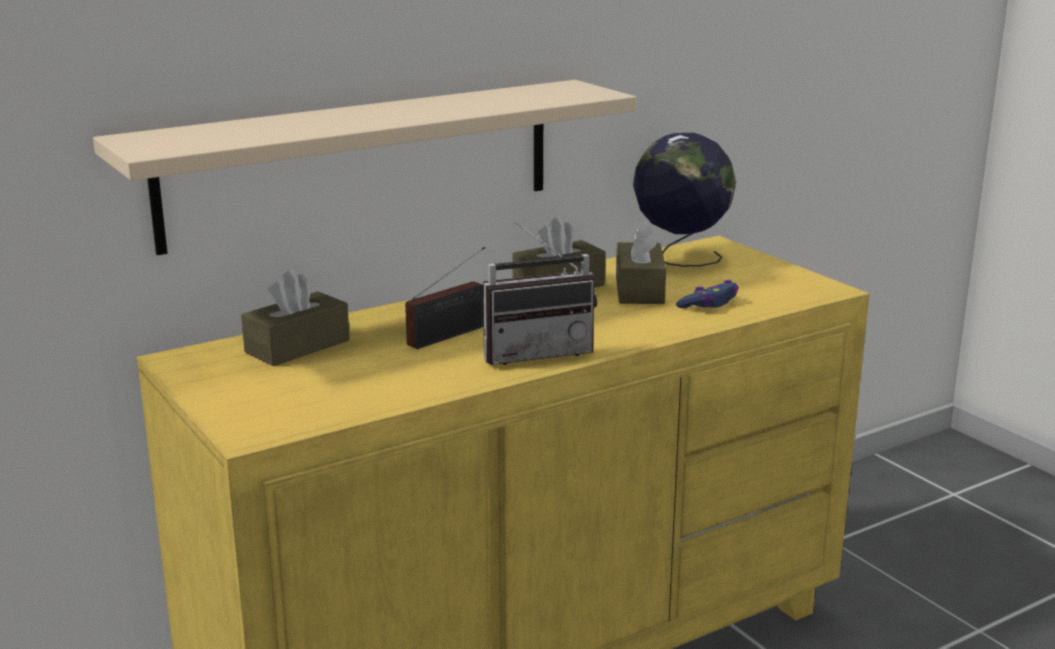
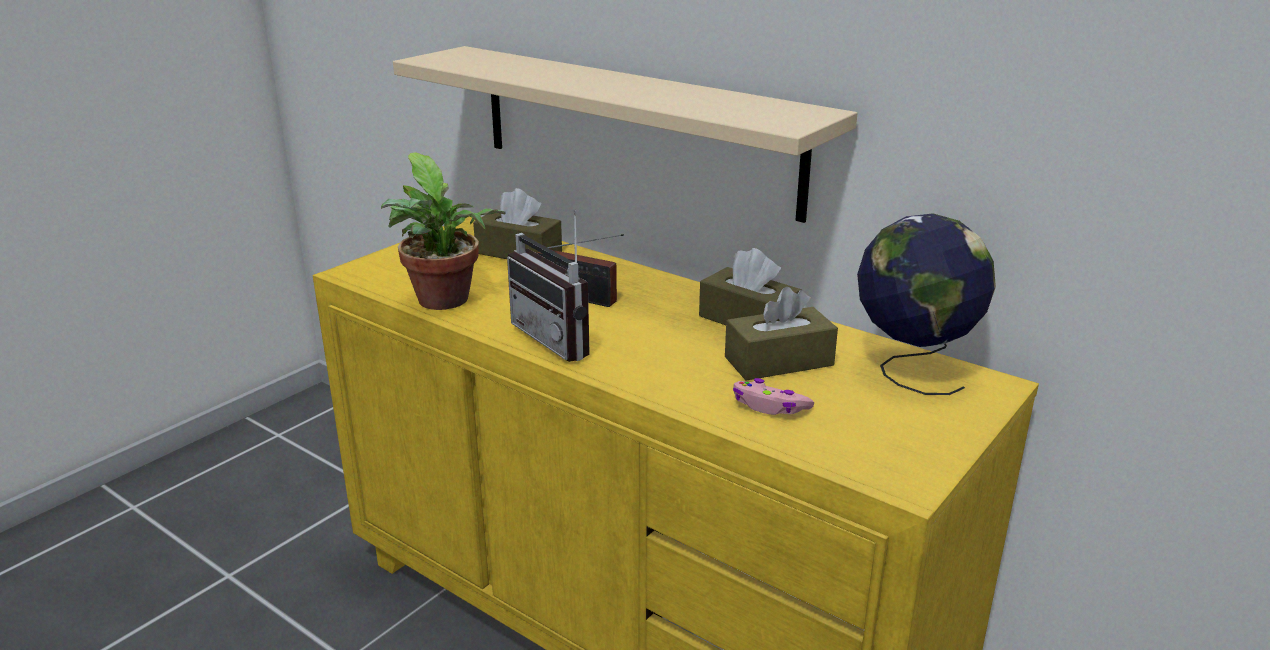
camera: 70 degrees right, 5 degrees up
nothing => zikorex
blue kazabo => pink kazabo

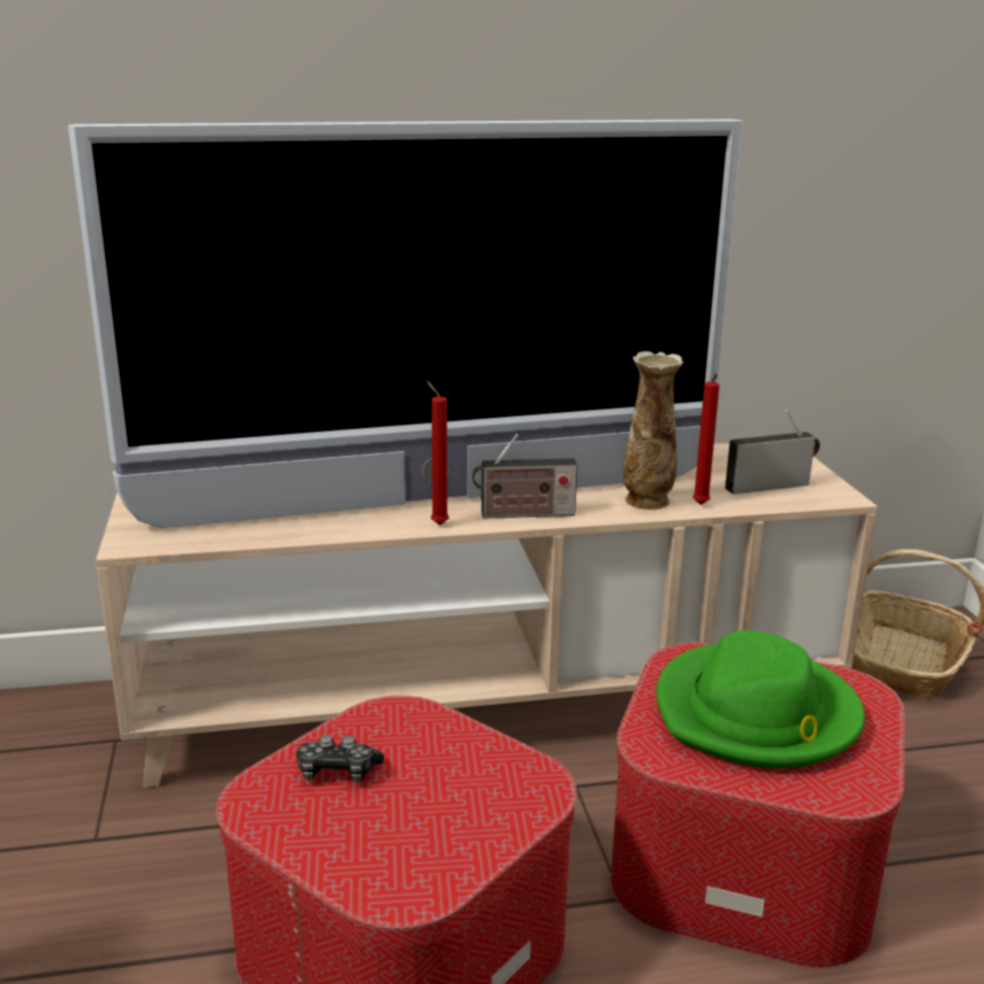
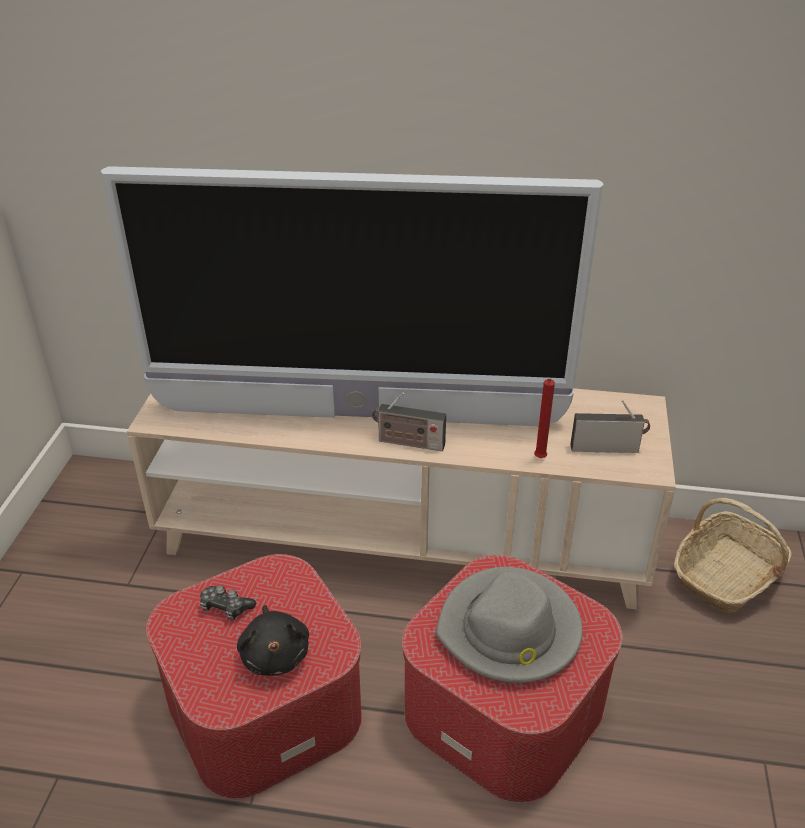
camera: 20 degrees right, 15 degrees up
nothing => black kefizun
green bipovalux => grey bipovalux
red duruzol (1st from left) => nothing
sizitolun => nothing

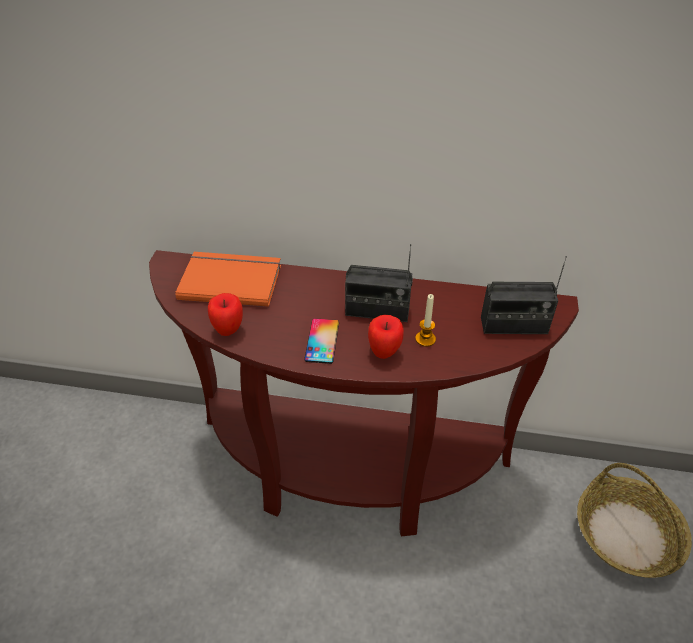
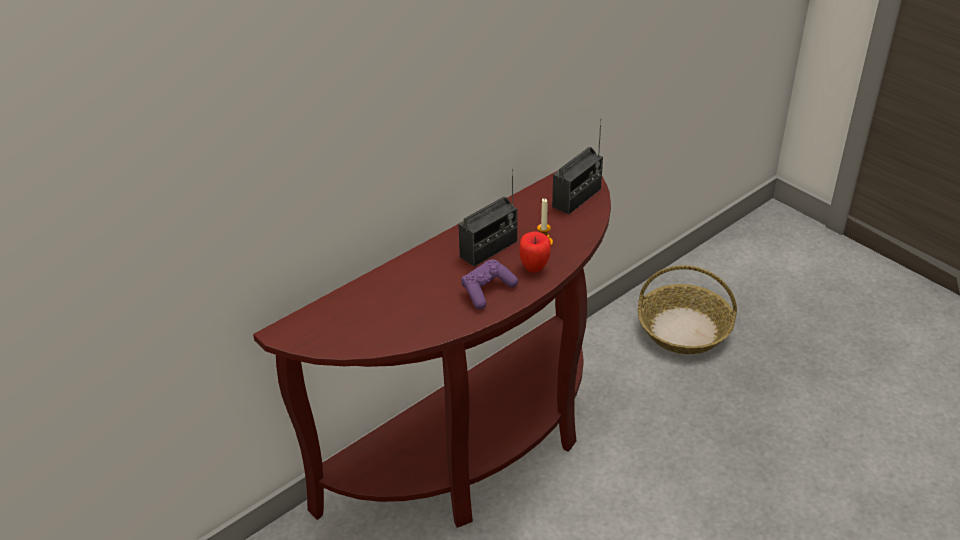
camera: 50 degrees left, 5 degrees down
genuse => purple kazabo
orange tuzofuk => nothing
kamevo (1st from left) => nothing

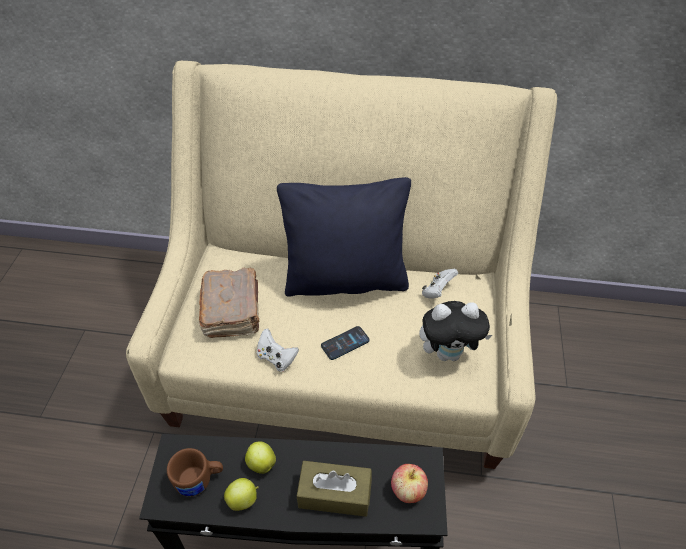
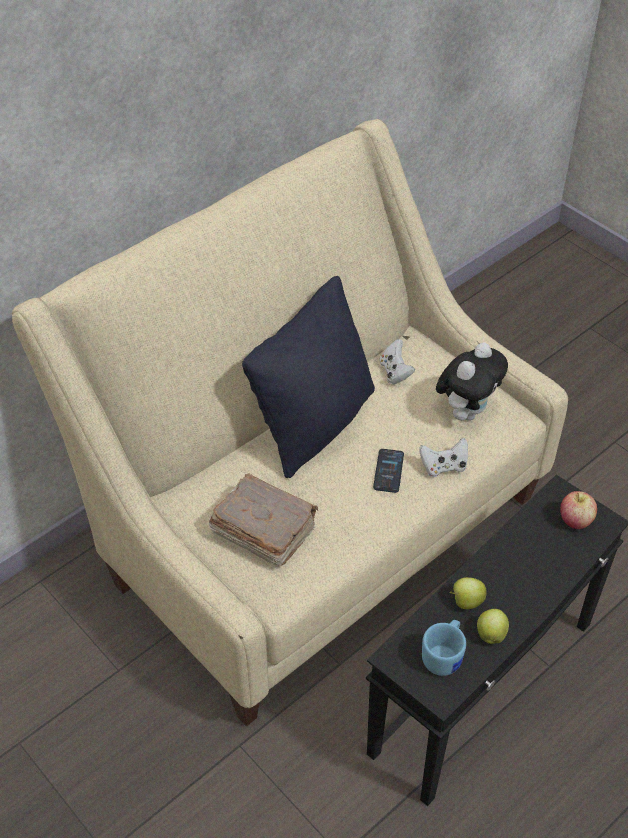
camera: 50 degrees left, 0 degrees up
white kazabo (1st from left in the first image) => white kazabo (2nd from left), moved
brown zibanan => blue zibanan
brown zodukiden => nothing

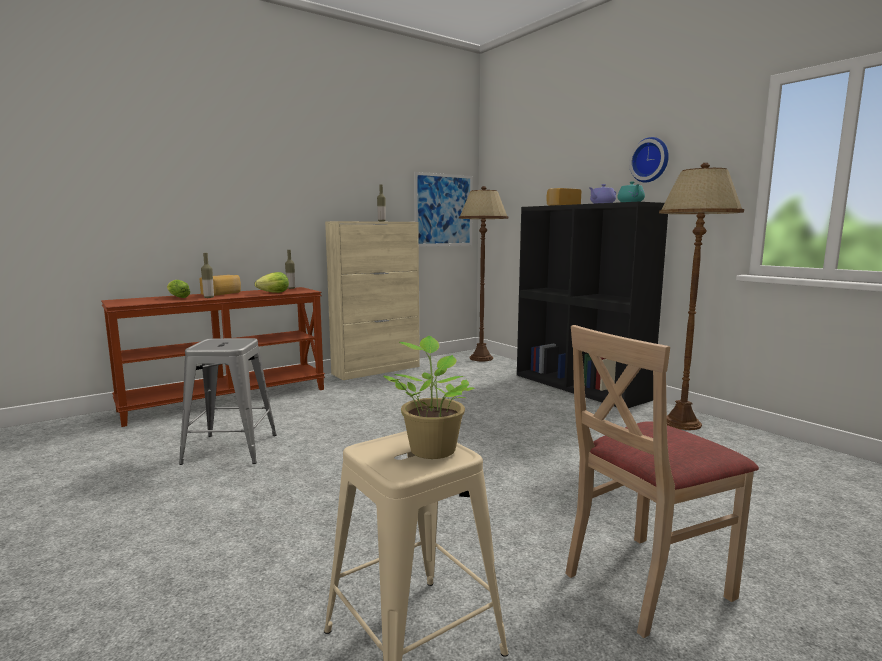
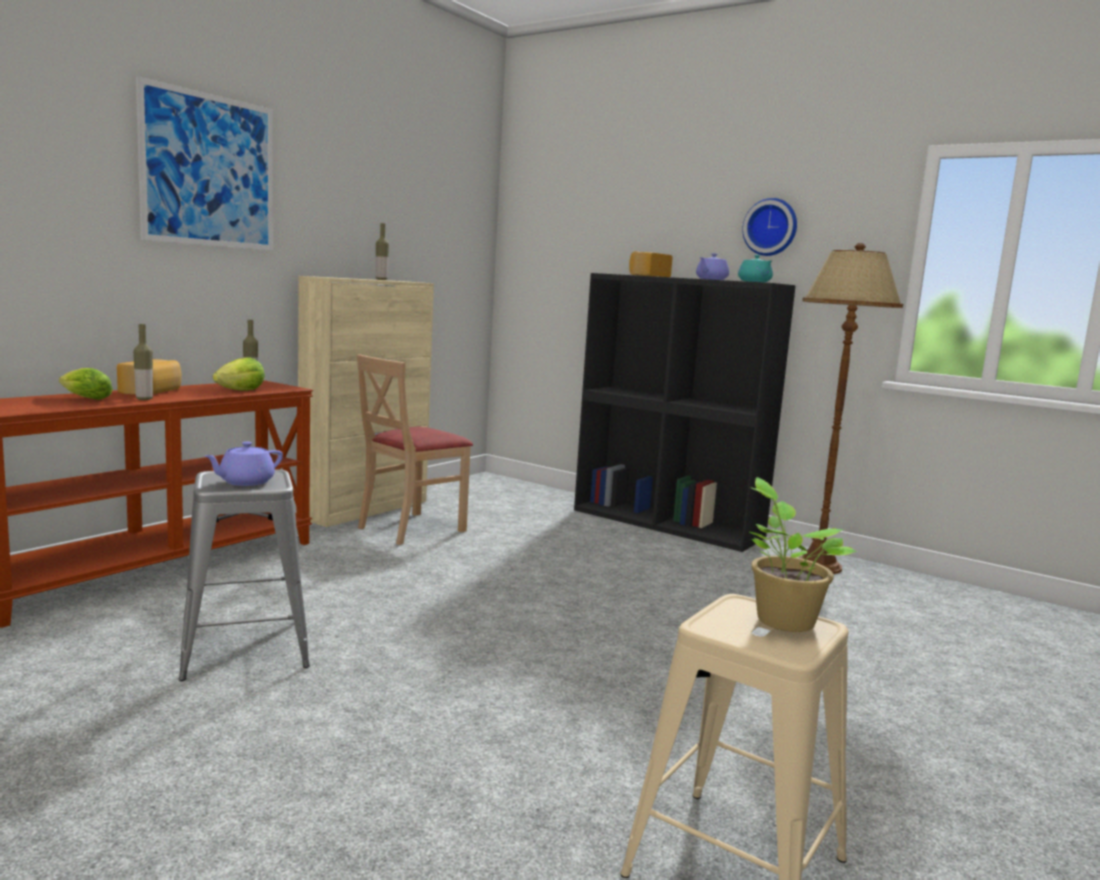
camera: 20 degrees left, 0 degrees up
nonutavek, moved
nothing => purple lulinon (1st from left)
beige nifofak, moved
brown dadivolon (1st from left) => nothing

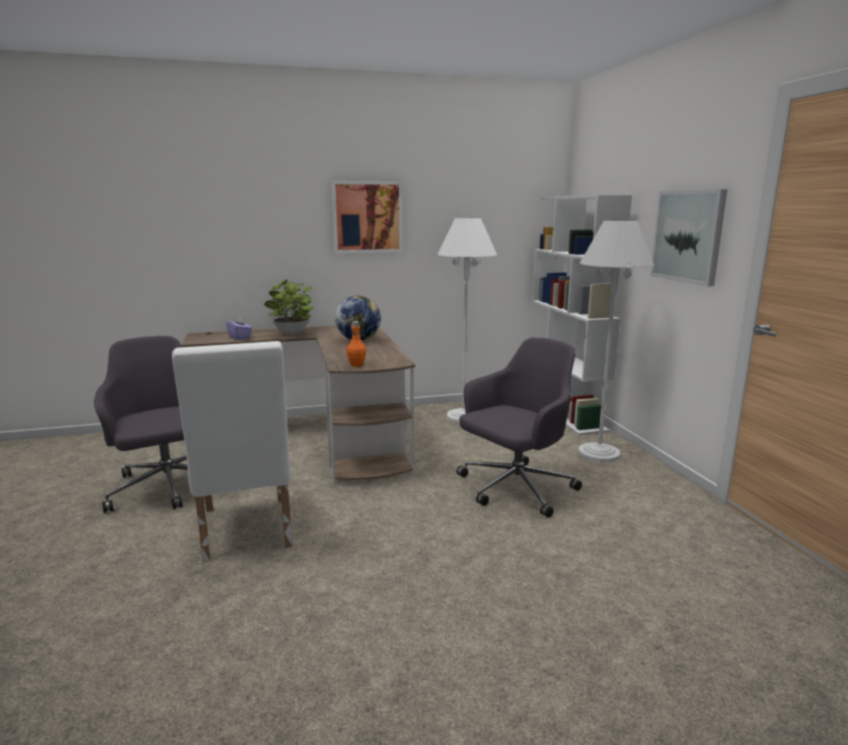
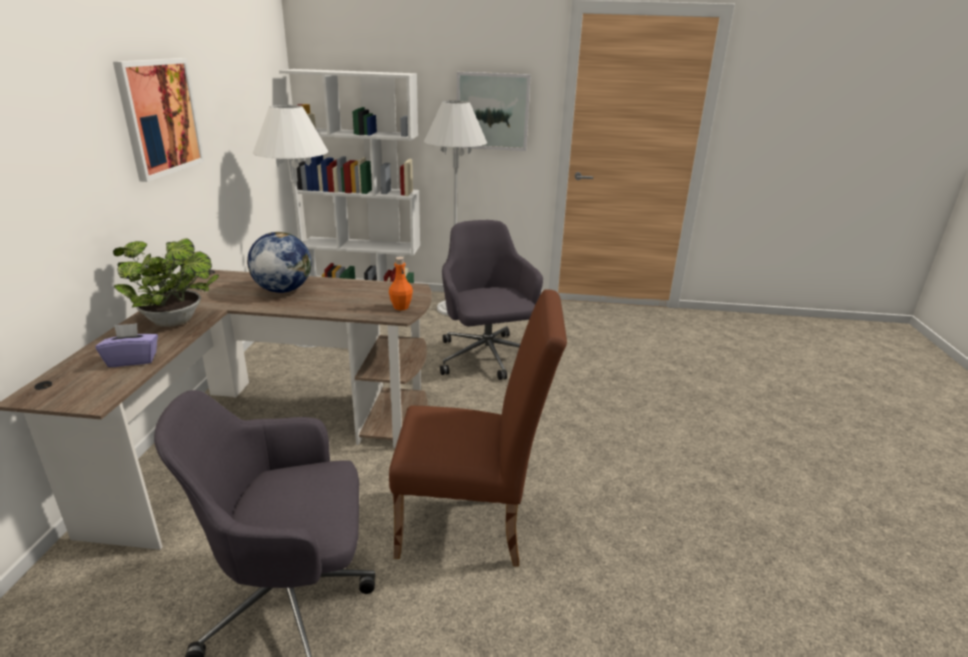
camera: 70 degrees left, 10 degrees up
white nifofak => brown nifofak

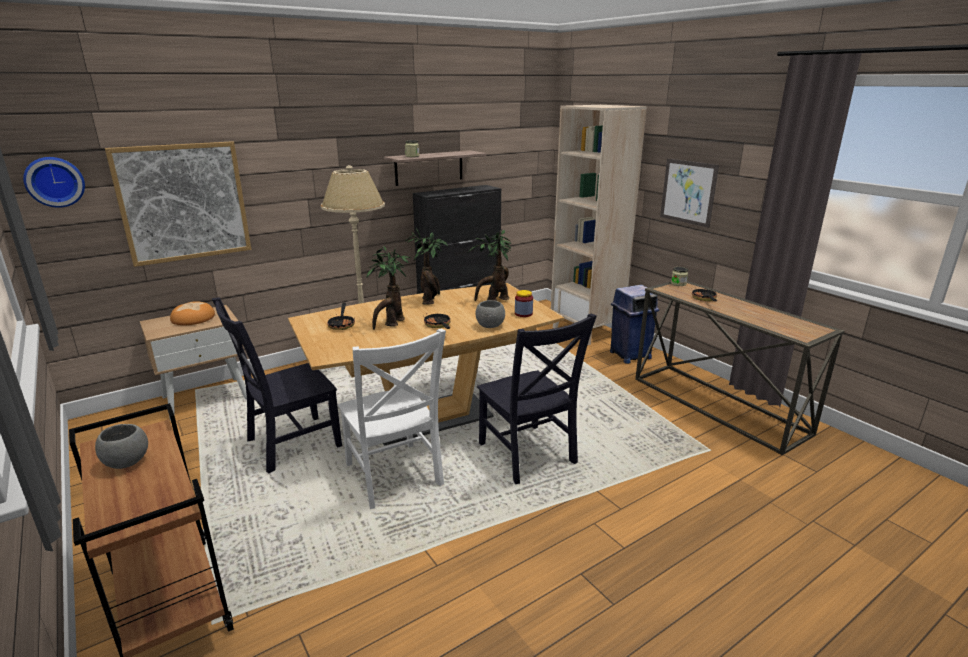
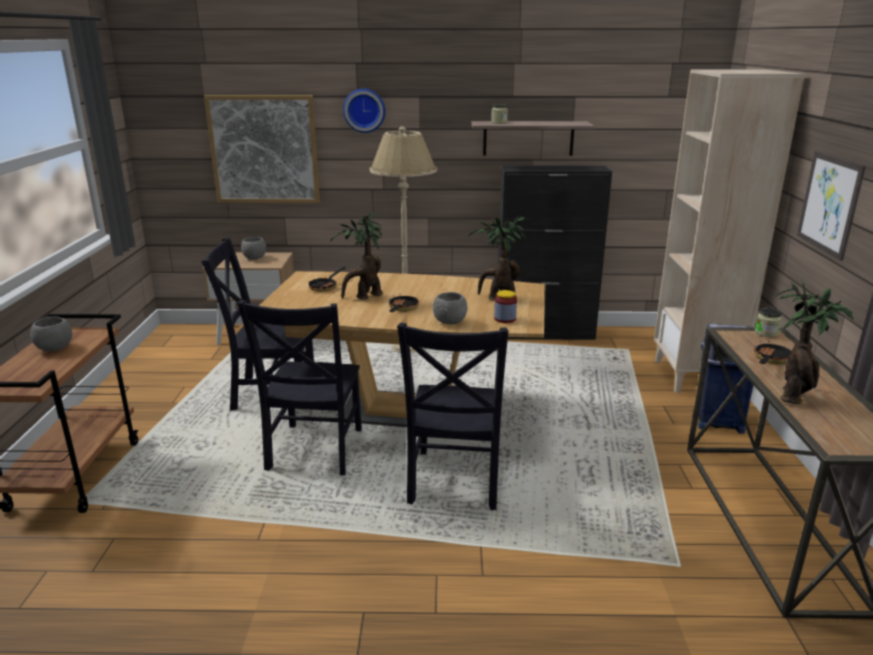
camera: 35 degrees right, 0 degrees up
white nifofak => black nifofak (2nd from left)
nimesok => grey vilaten (2nd from left)
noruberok, moved
zikorex (2nd from left in the first image) => zikorex (3rd from left), moved

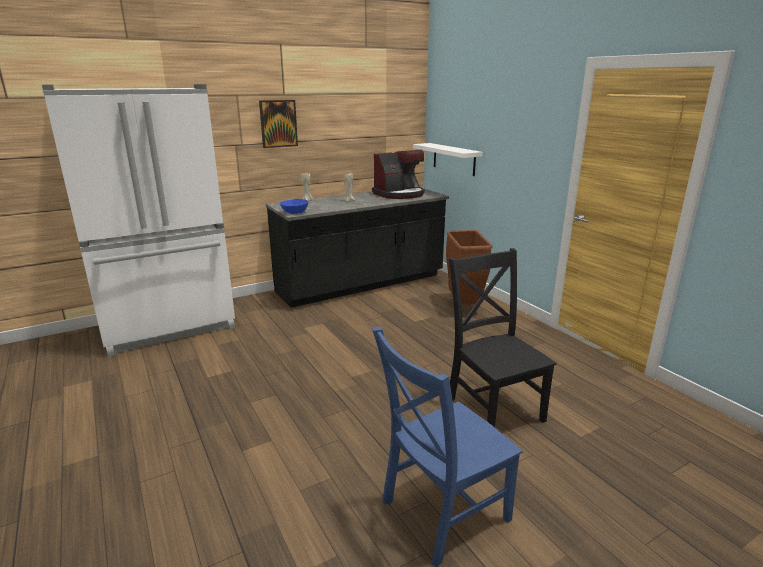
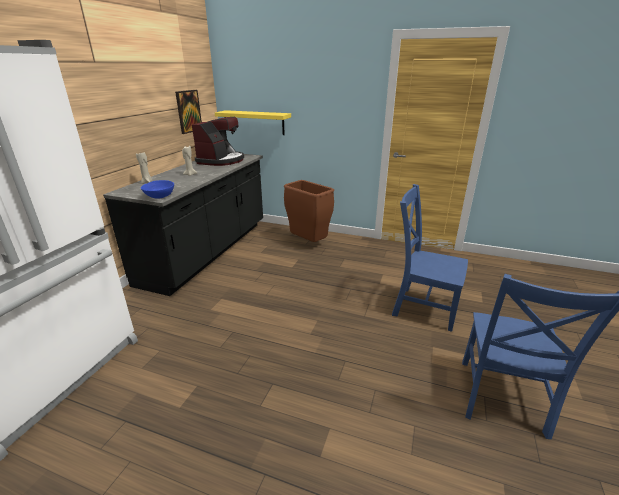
camera: 40 degrees left, 5 degrees up
nonutavek, moved
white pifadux => yellow pifadux
black nifofak => blue nifofak (1st from left)

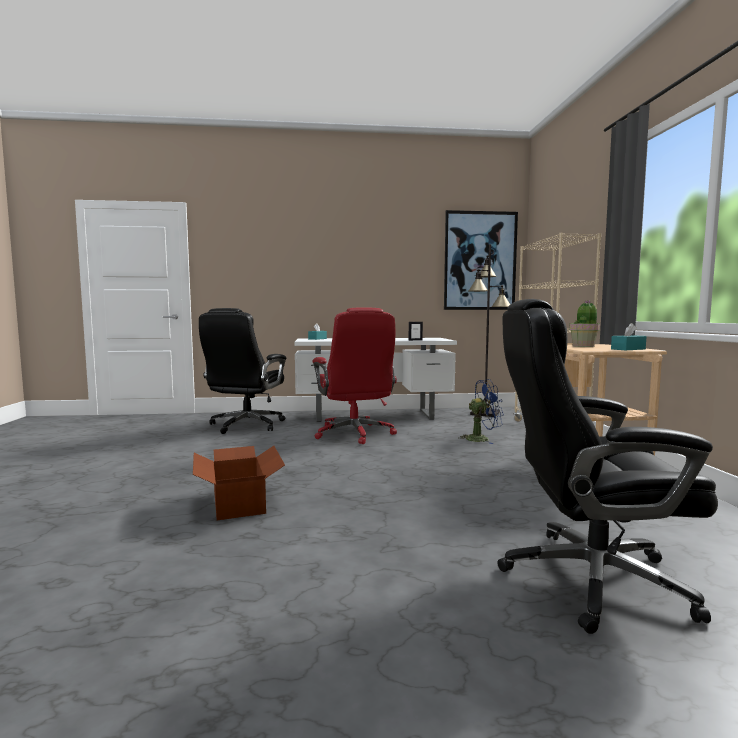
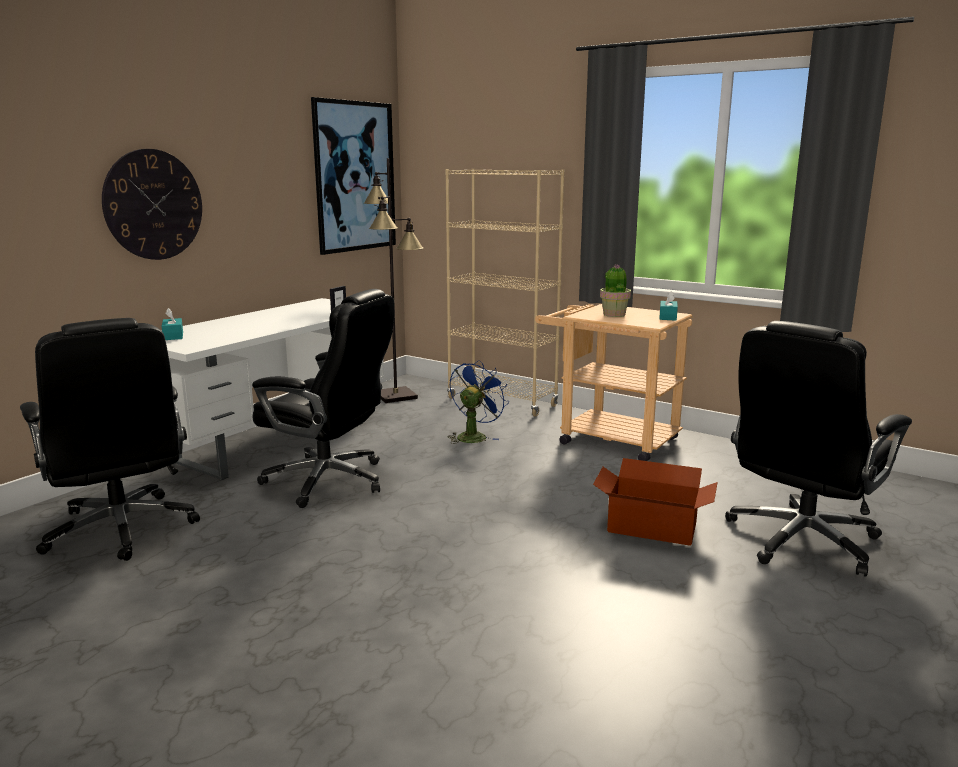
camera: 50 degrees left, 10 degrees up
nothing => noruberok
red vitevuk => black vitevuk (2nd from left)
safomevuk, moved

